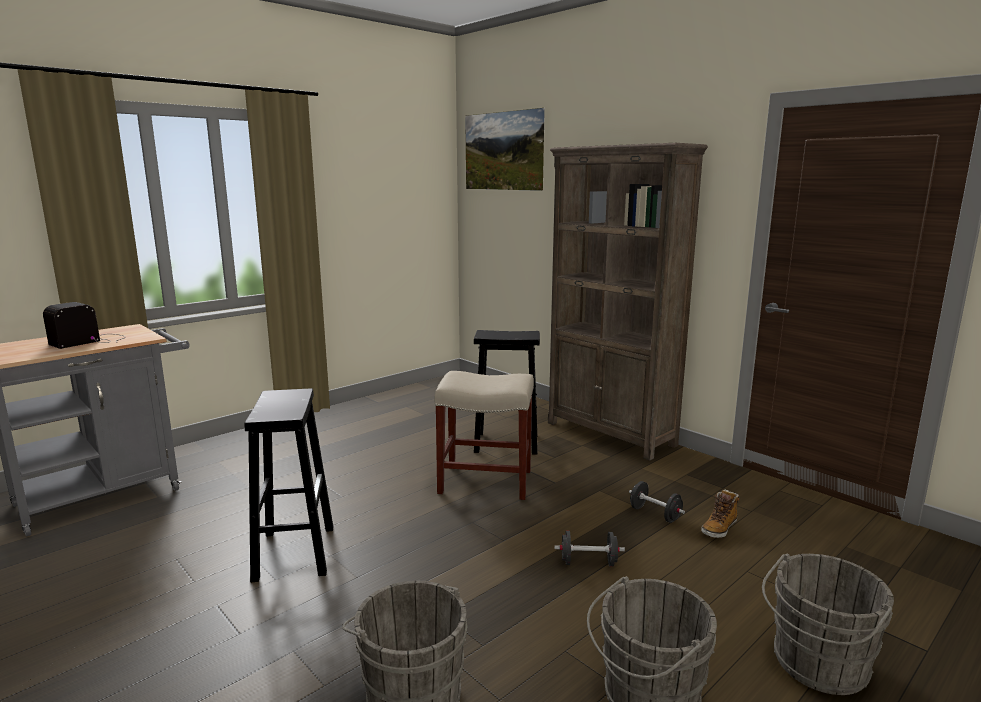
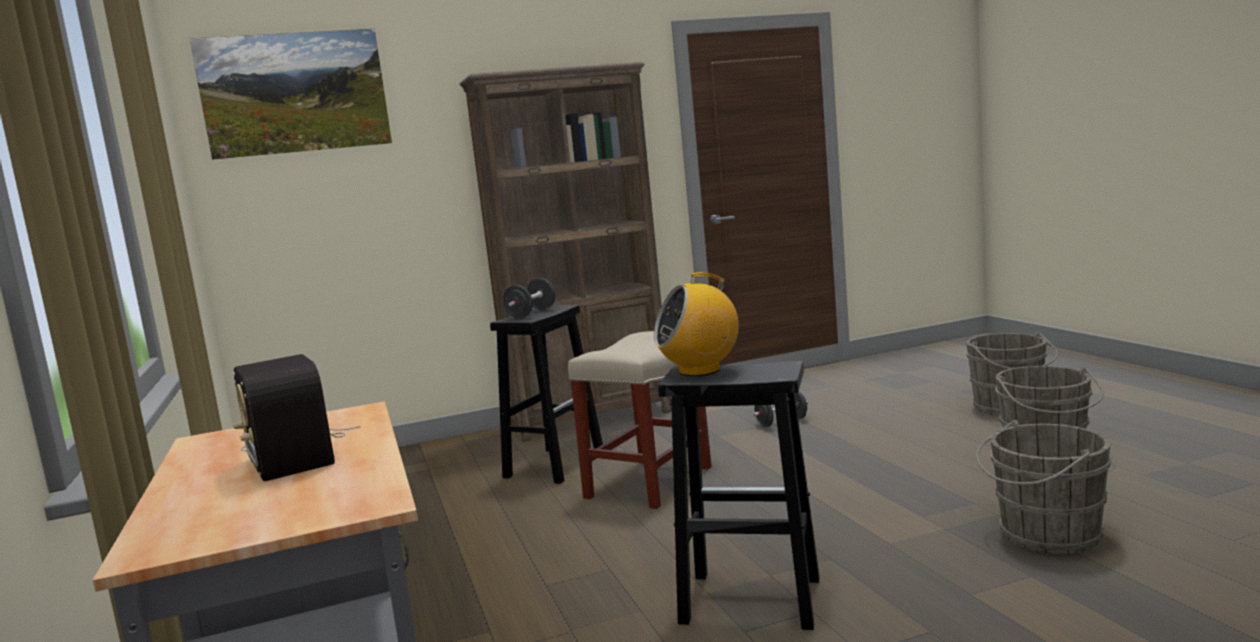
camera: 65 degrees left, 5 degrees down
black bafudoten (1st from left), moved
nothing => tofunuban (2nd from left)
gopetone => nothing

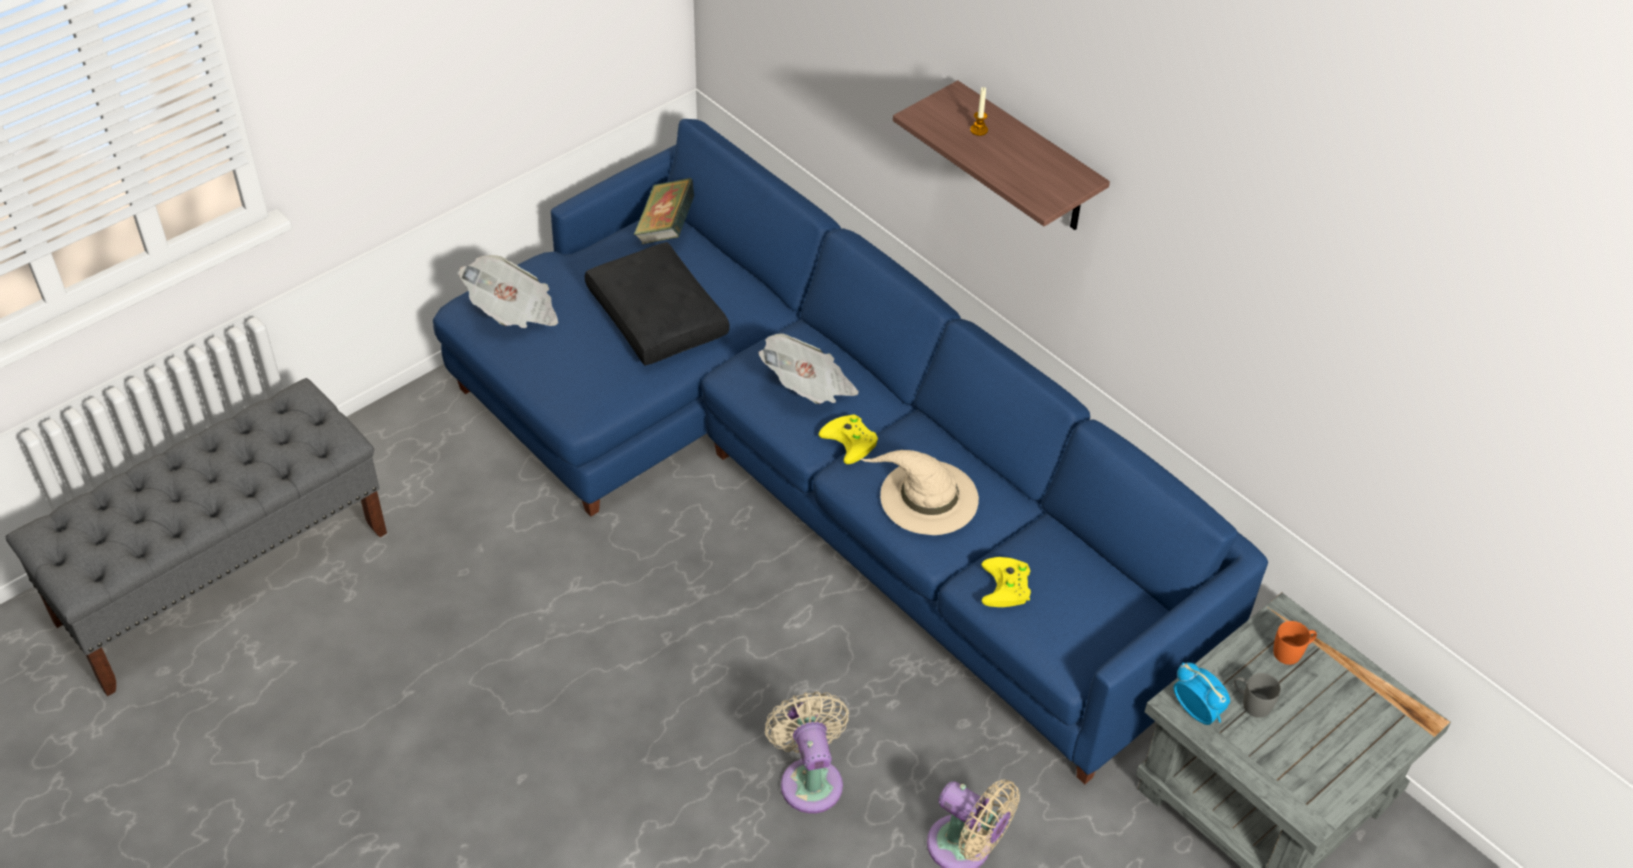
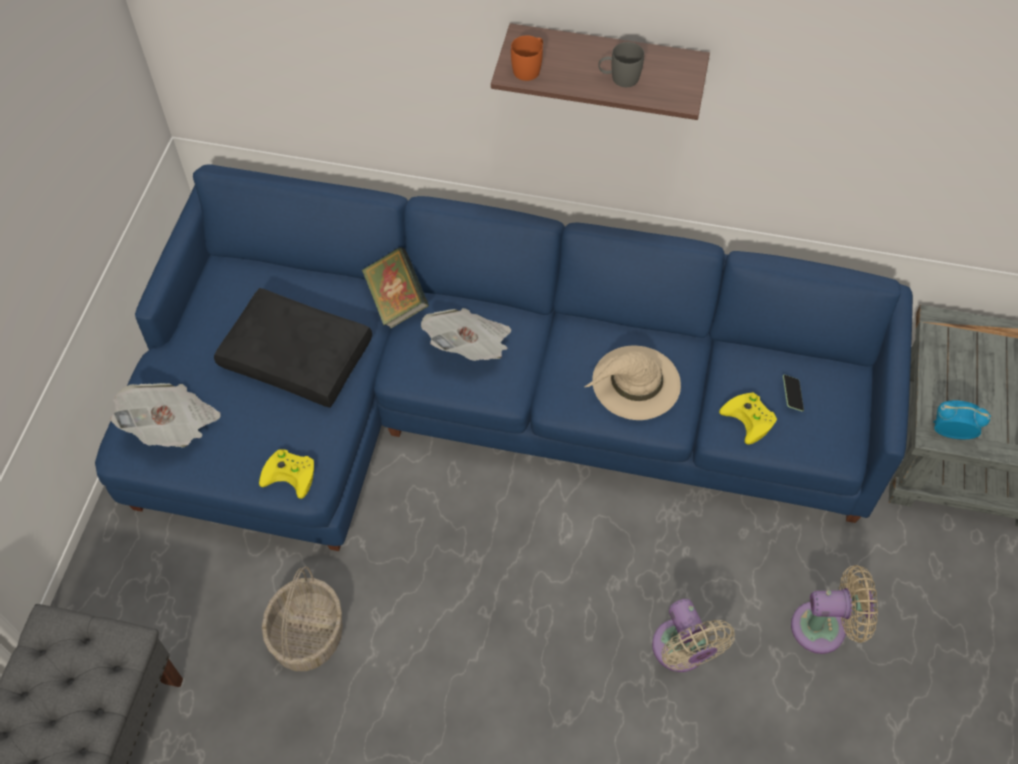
camera: 35 degrees left, 10 degrees up
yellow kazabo (1st from left), moved
nothing => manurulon
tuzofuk, moved
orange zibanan, moved
grey zibanan, moved
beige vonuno (1st from left), 150 degrees counterclockwise
nothing => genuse
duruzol => nothing

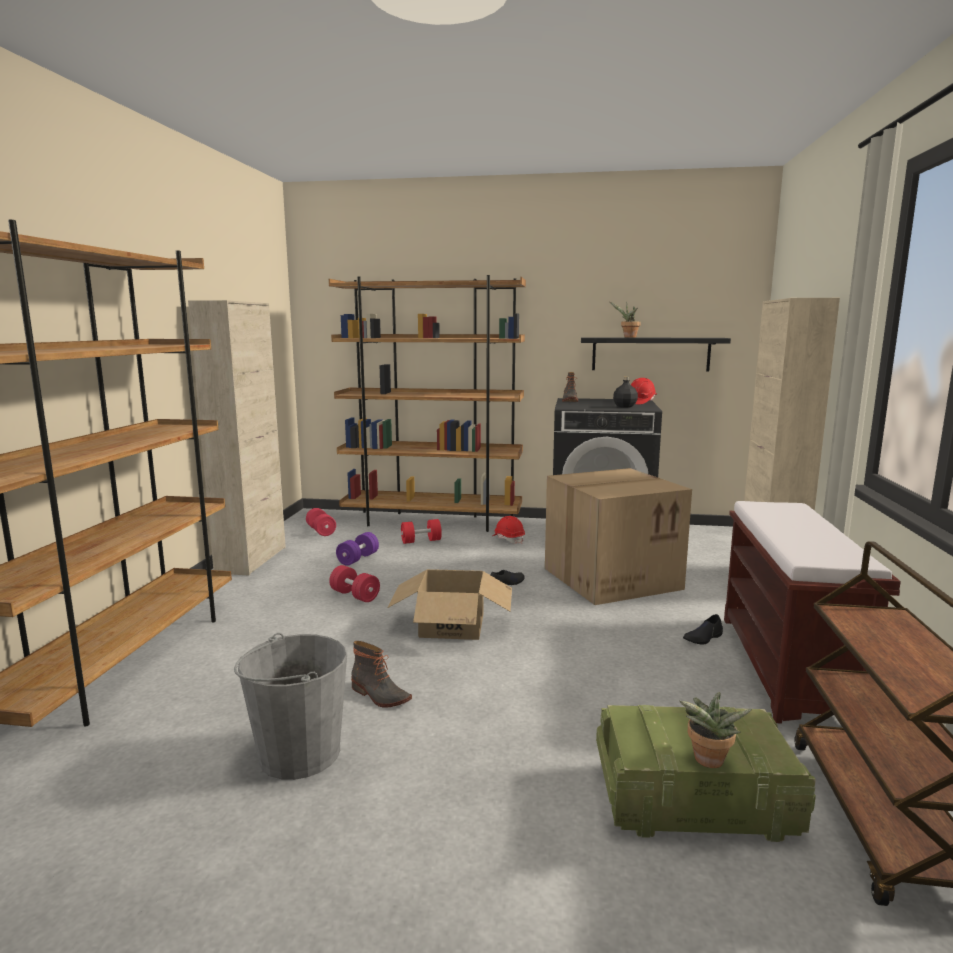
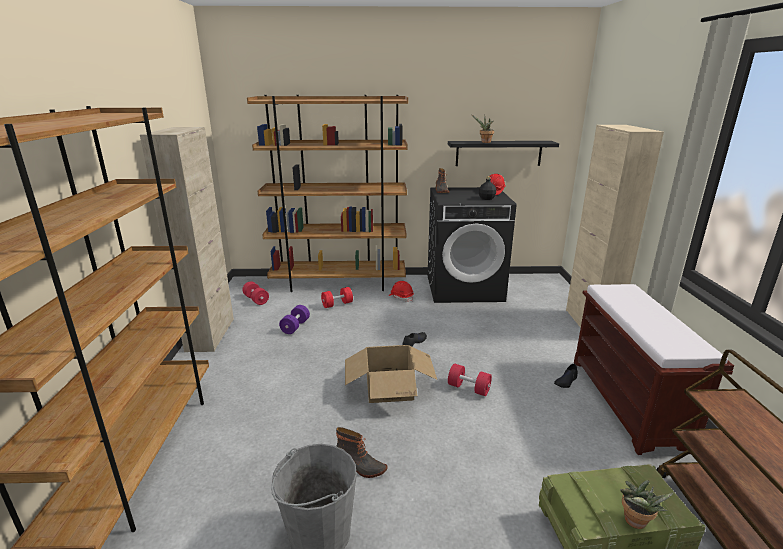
camera: 10 degrees left, 10 degrees up
red bafudoten (2nd from left in the first image) => red bafudoten (3rd from left), moved
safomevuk (2nd from left) => nothing

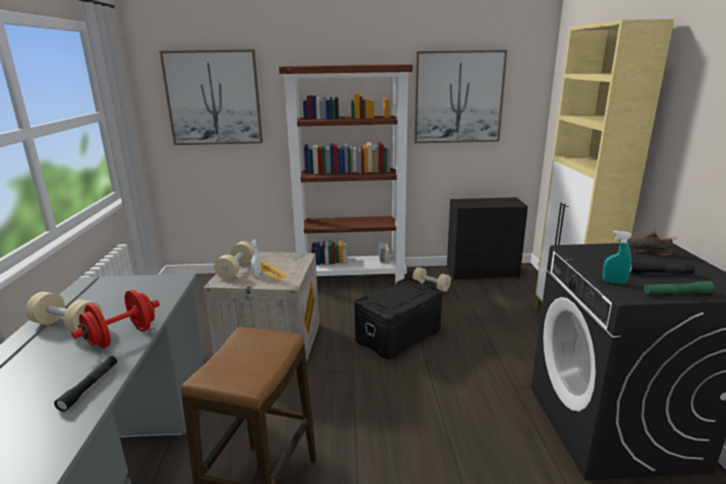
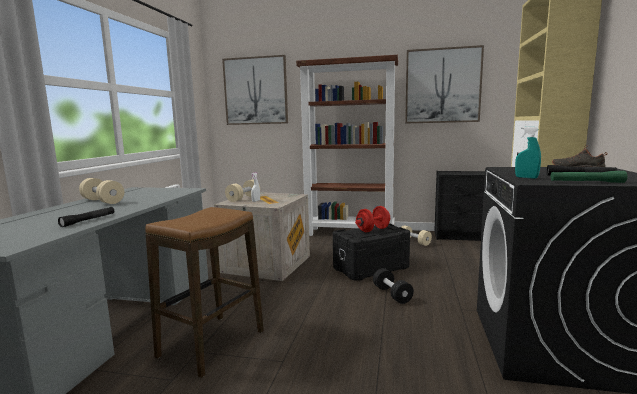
camera: 15 degrees right, 10 degrees down
red bafudoten, moved
nothing => black bafudoten

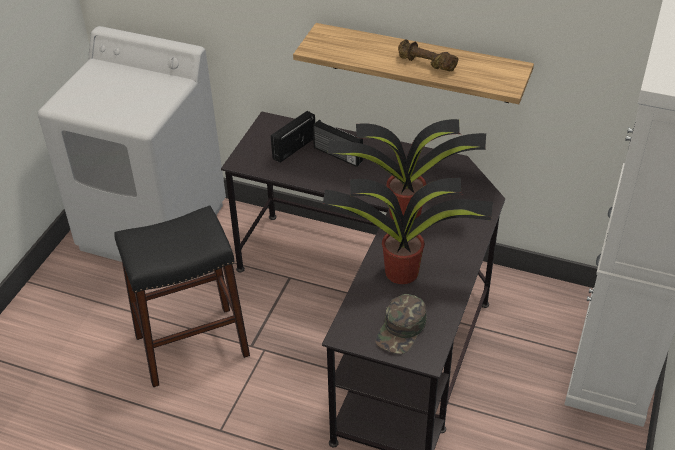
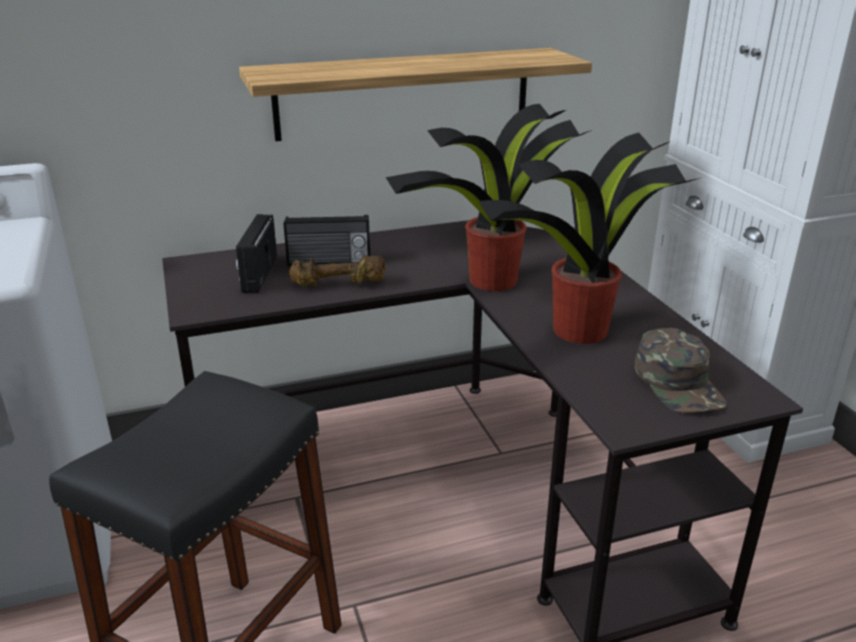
camera: 40 degrees left, 15 degrees down
brown bafudoten, moved

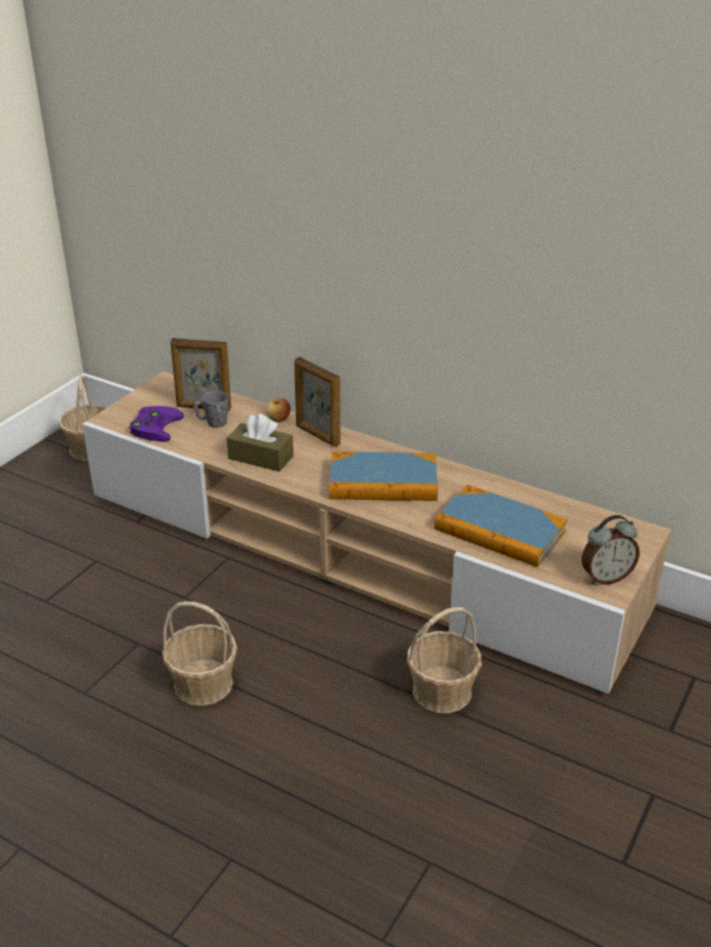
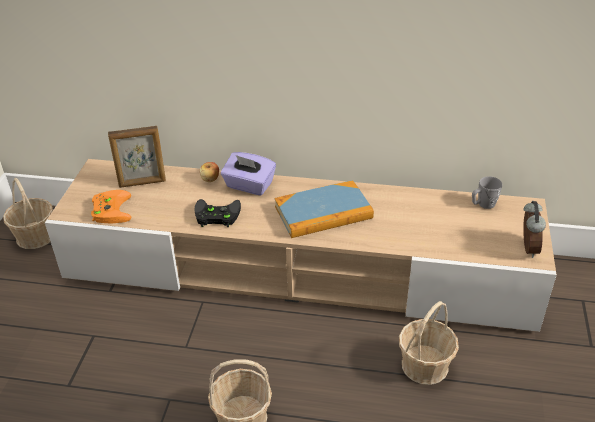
camera: 20 degrees left, 5 degrees up
purple kazabo => orange kazabo
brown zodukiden => black kazabo
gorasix (2nd from left) => purple zodukiden
grey zibanan, moved
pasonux, 45 degrees counterclockwise
tuzofuk (2nd from left) => nothing

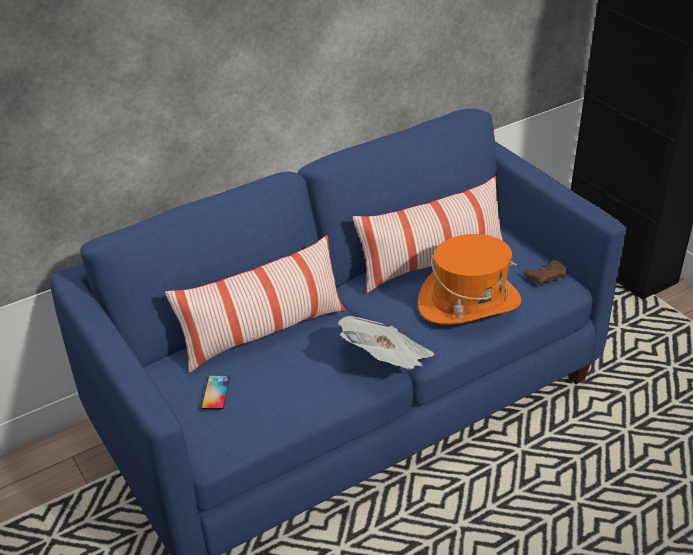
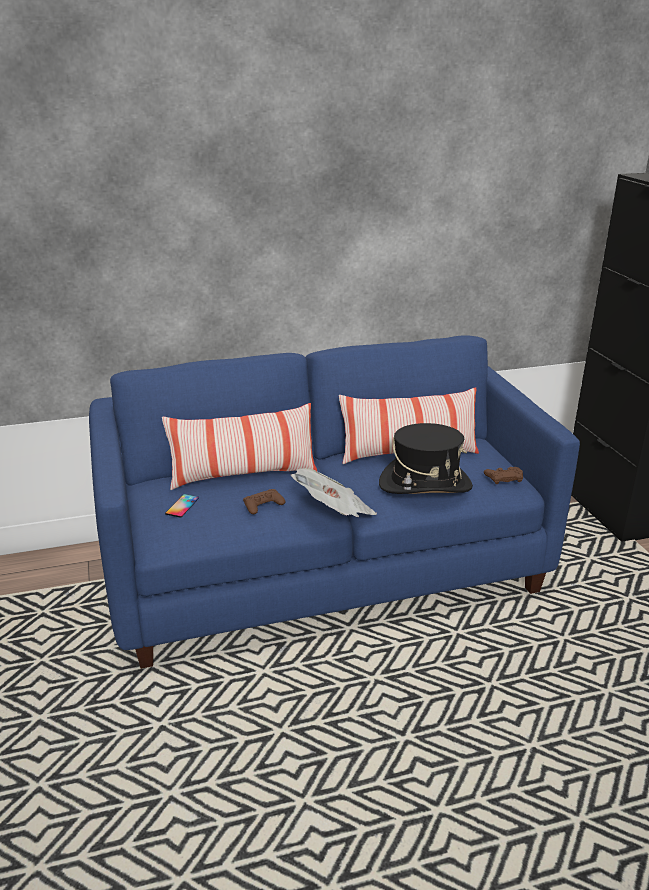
camera: 15 degrees right, 10 degrees down
nothing => brown kazabo (1st from left)
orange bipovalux => black bipovalux

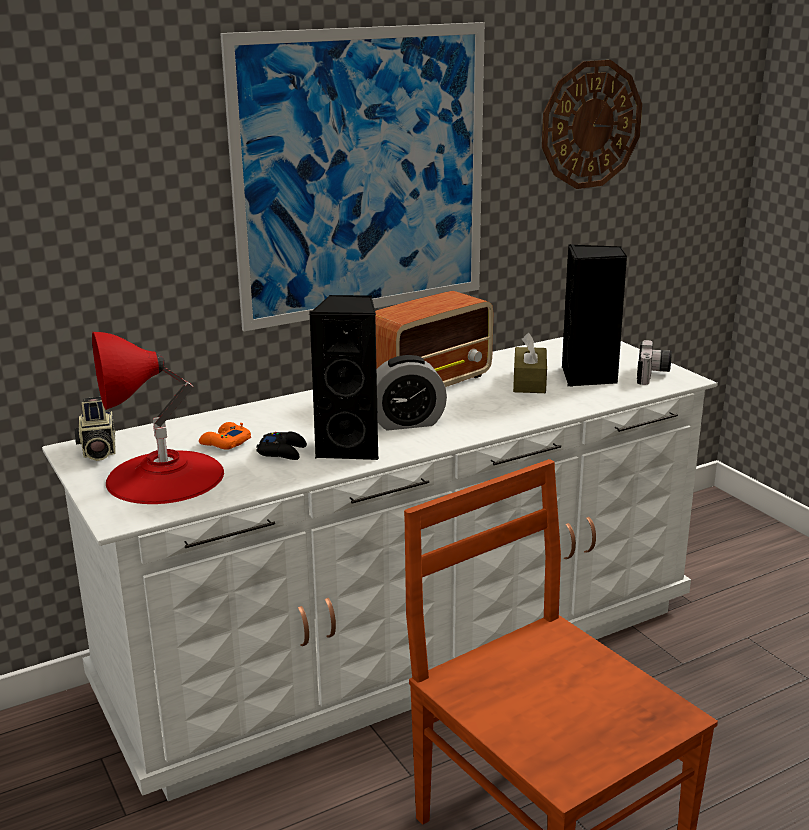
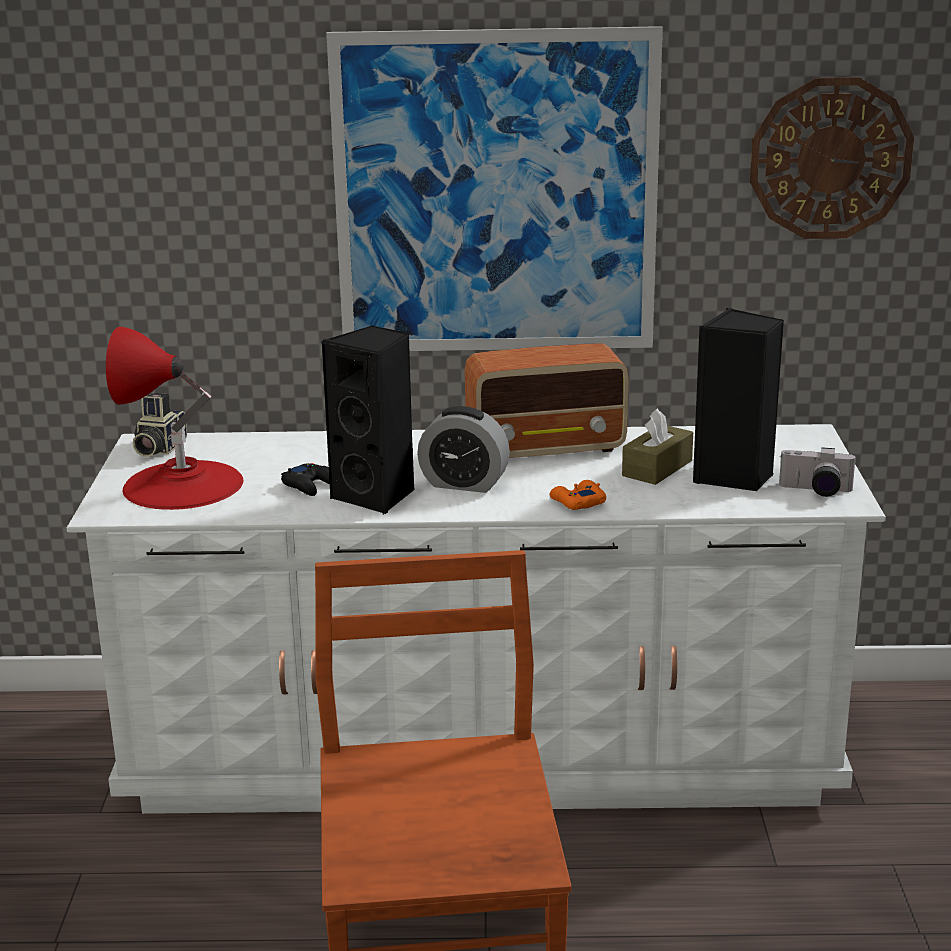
camera: 30 degrees right, 0 degrees up
orange kazabo, moved
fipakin (2nd from left), 60 degrees clockwise

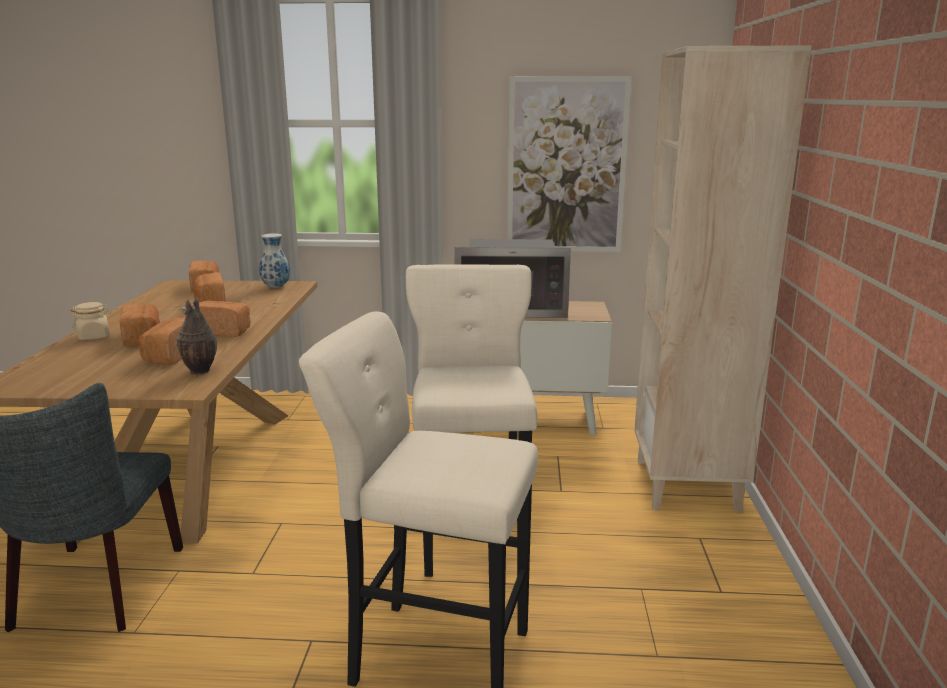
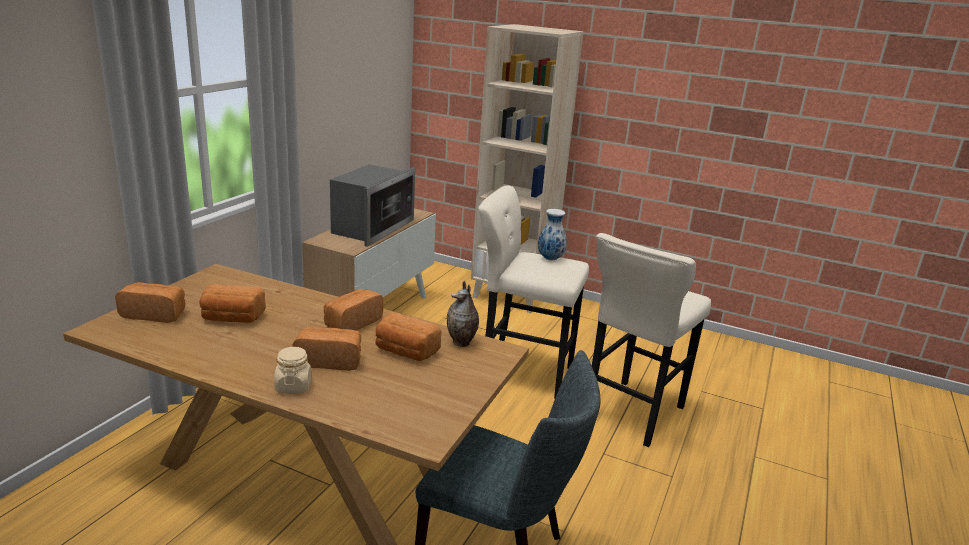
camera: 70 degrees left, 5 degrees up
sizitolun (2nd from left), moved
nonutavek => nothing

